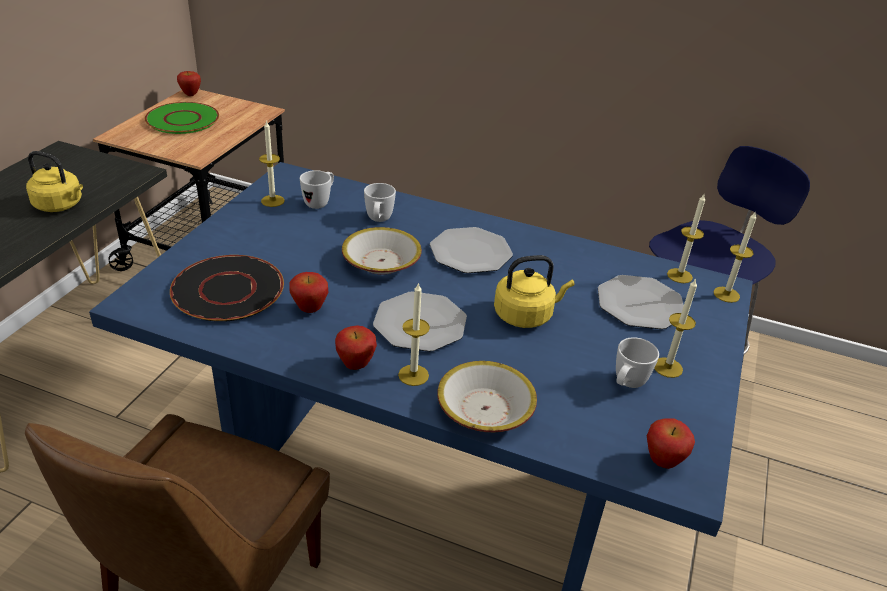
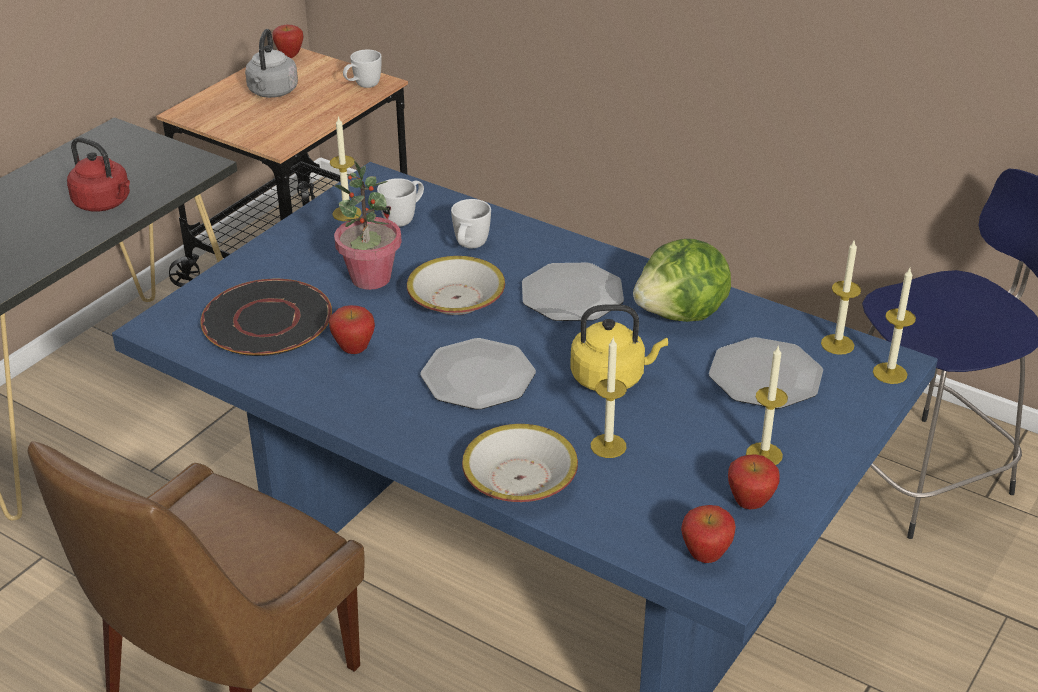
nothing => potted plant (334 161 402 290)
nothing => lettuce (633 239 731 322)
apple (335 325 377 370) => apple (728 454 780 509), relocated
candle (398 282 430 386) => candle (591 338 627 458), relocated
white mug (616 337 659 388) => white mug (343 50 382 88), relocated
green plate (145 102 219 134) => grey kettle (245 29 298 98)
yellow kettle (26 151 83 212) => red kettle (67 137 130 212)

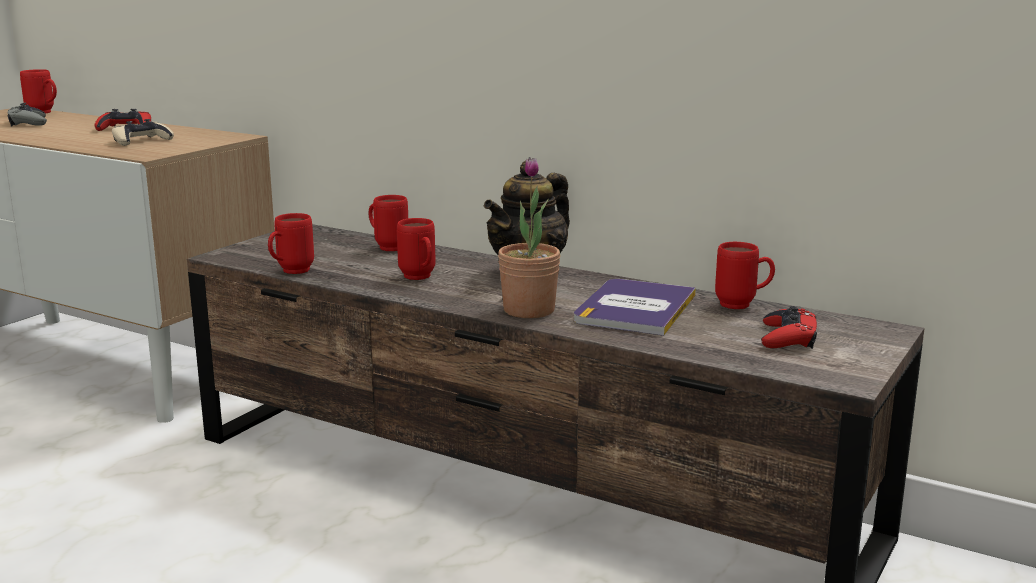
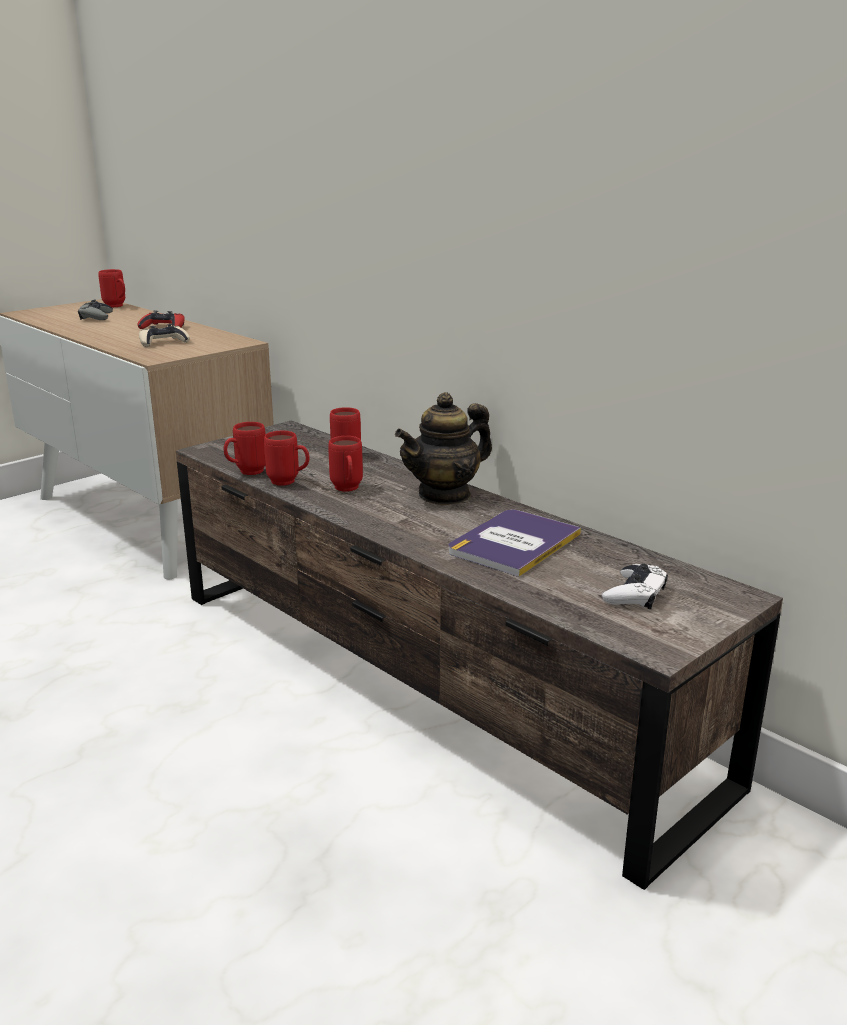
potted plant (498 157 561 318) => nothing
red mug (715 242 775 309) => red mug (264 431 309 486), relocated
red game controller (761 306 817 349) => white game controller (602 563 668 609)

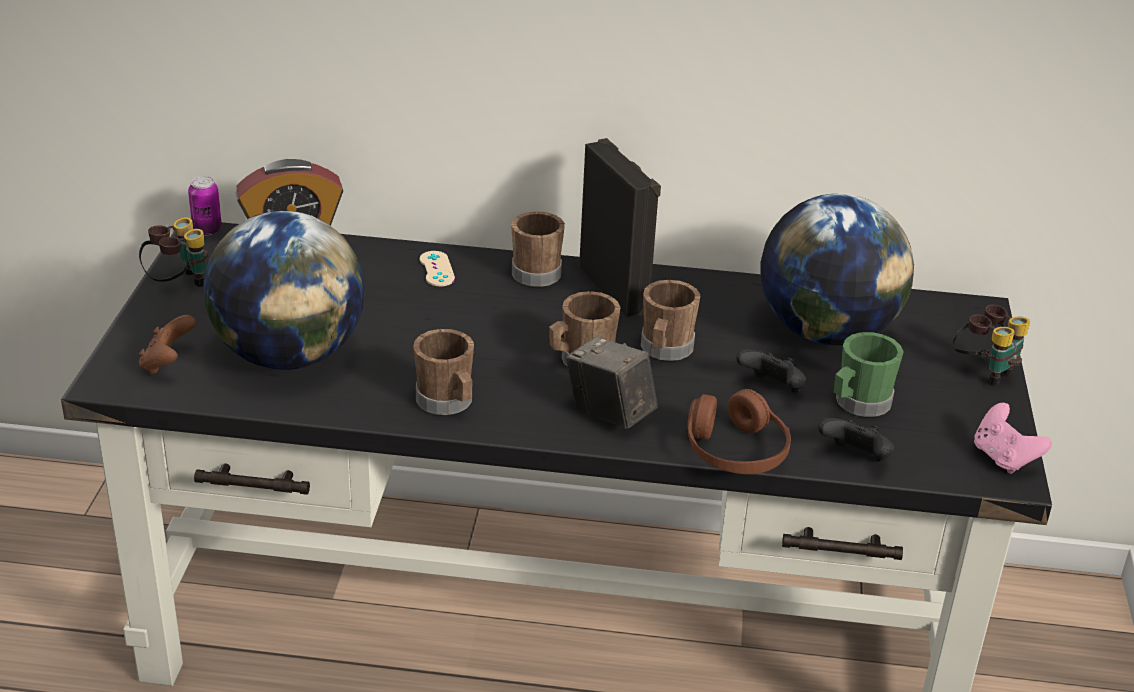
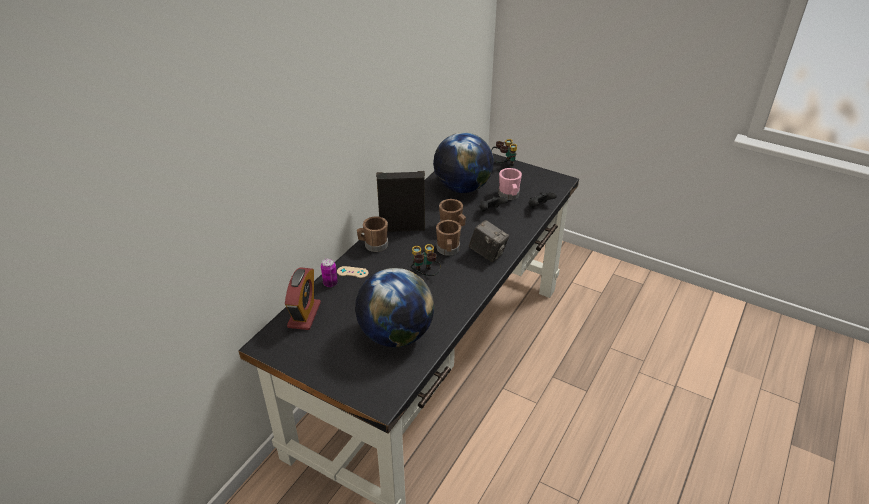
brown game controller (139 315 196 375) => nothing
brown mug (413 329 474 415) => nothing
brown headphones (687 389 791 474) => nothing
pink game controller (974 403 1052 474) => nothing
binoculars (139 217 208 287) => binoculars (410 244 441 276), relocated
can (188 176 222 236) => can (321 258 338 287), relocated
green mug (833 332 904 417) => pink mug (498 168 522 200)
photo camera (566 336 658 429) => photo camera (469 220 509 262), 120 degrees counterclockwise

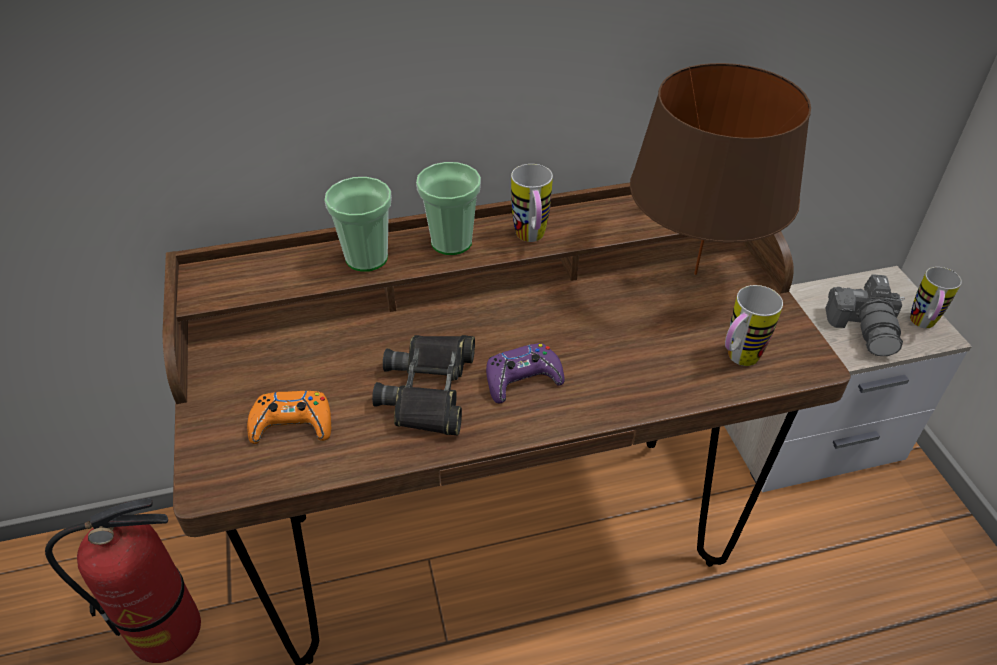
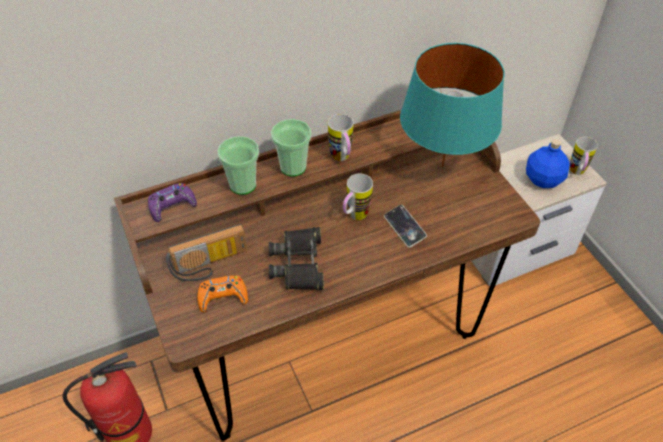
nothing => radio (166 224 247 281)
nothing => phone (384 205 427 248)
purple game controller (486 343 565 403) => purple game controller (148 183 197 222), relocated
mug (725 285 783 366) => mug (343 173 373 220), relocated
photo camera (825 274 905 356) => blue bottle (526 139 570 188)
brown table lamp (630 63 811 275) => turquoise table lamp (400 43 504 167)

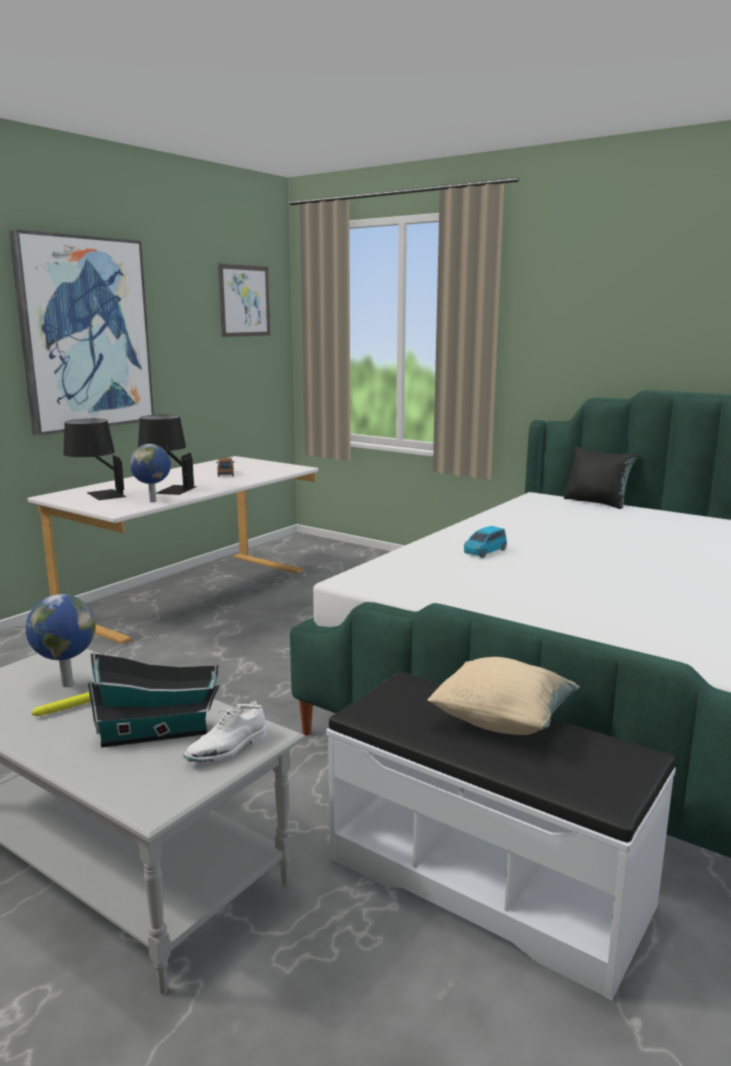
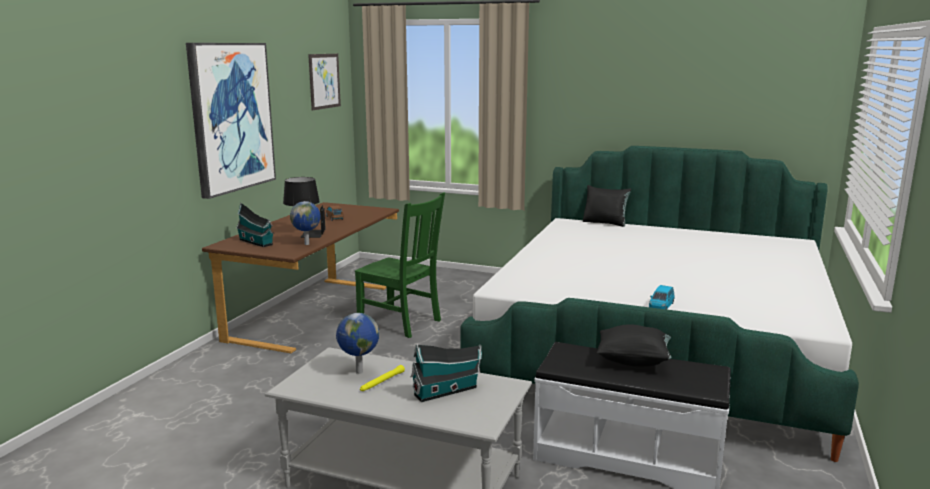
white shoe (183 701 267 762) => nothing
nothing => green chair (355 192 445 338)
blue toy car (464 526 507 558) => blue toy car (649 285 675 309), relocated
black table lamp (63 419 126 500) => toy house (236 203 275 247)
white desk (28 456 318 644) => brown desk (202 202 399 353)
beige pillow (427 657 579 735) => black pillow (597 324 672 367)

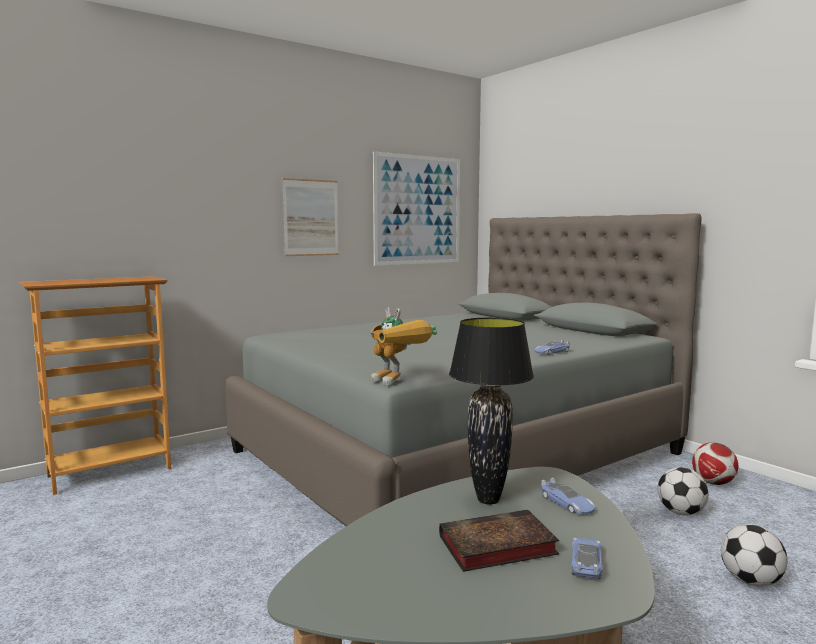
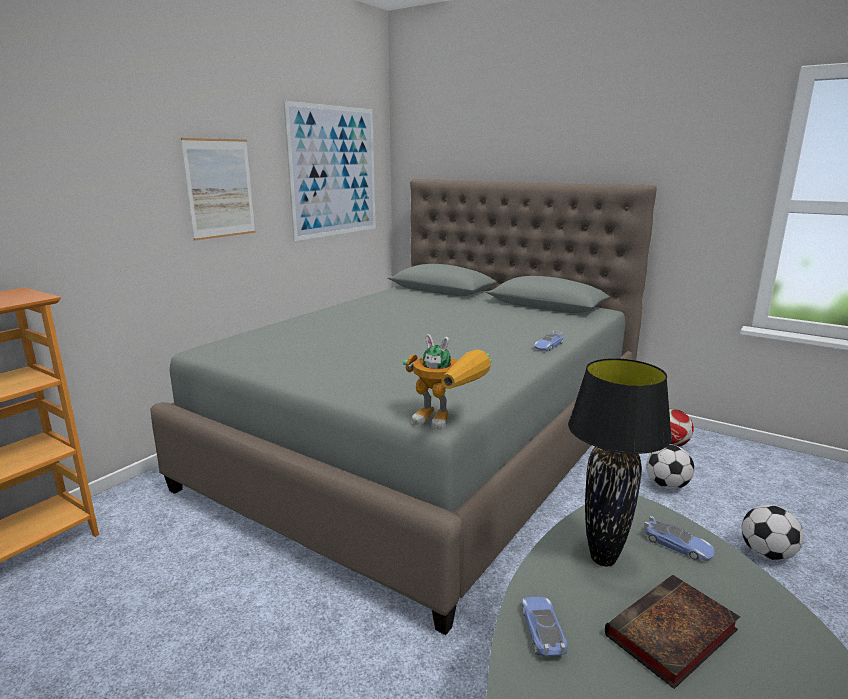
toy car (571 538 603 579) => toy car (522 597 568 656), relocated

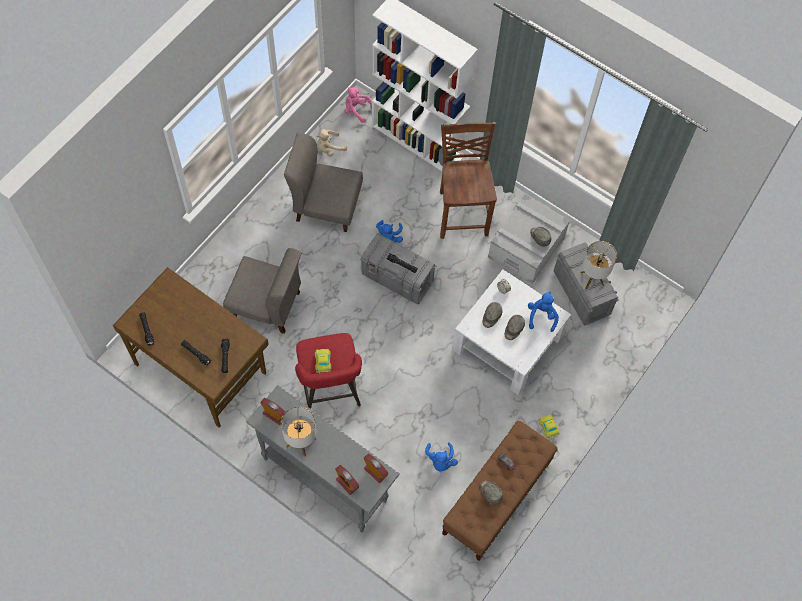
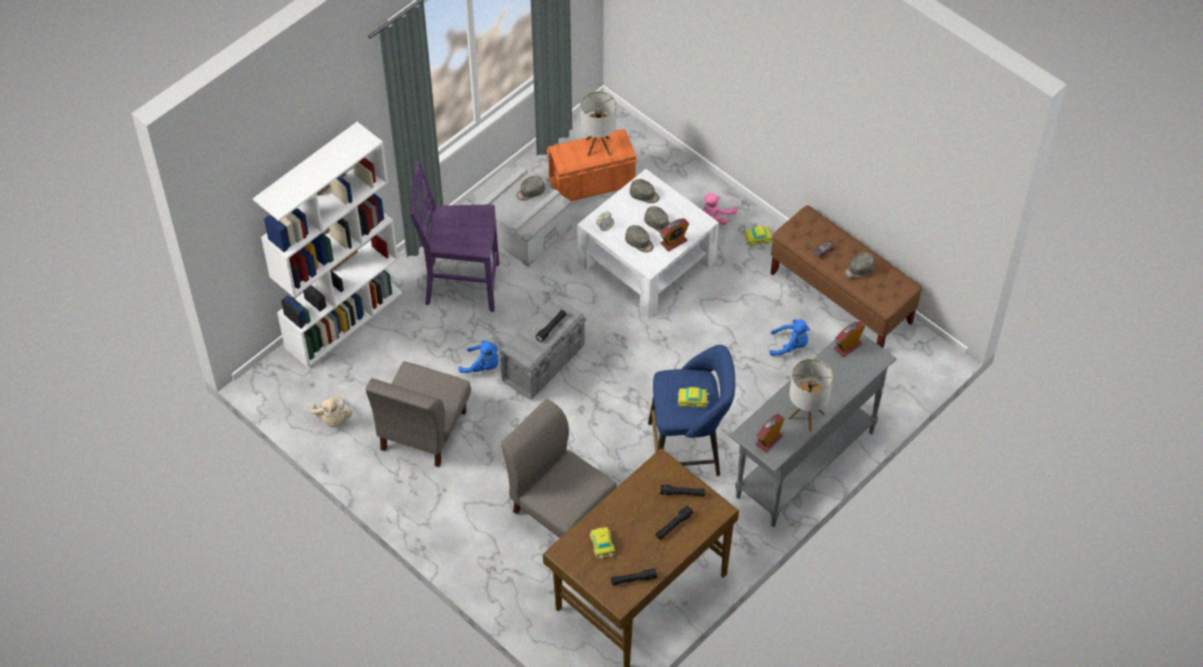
nothing => toy car (590 527 615 559)
alarm clock (335 465 359 495) => alarm clock (660 219 689 251), relocated
pink plush toy (344 87 372 123) => pink plush toy (703 193 737 225), relocated
blue plush toy (528 291 559 332) => grey cap (630 179 660 203)
red stool (295 333 362 409) => blue stool (648 345 735 476)
brown chair (440 122 497 239) => purple chair (410 161 499 312)
grey storage box (554 242 619 325) => orange storage box (546 129 638 201)
grey chair (223 248 302 334) => grey chair (501 399 617 538), 75 degrees counterclockwise

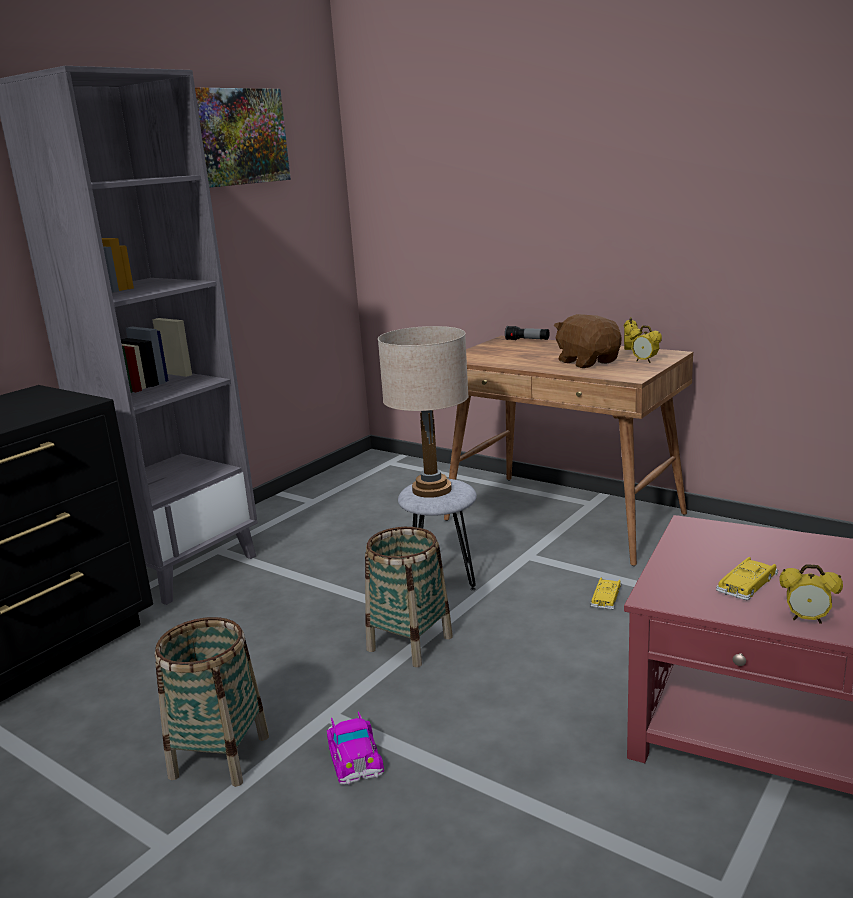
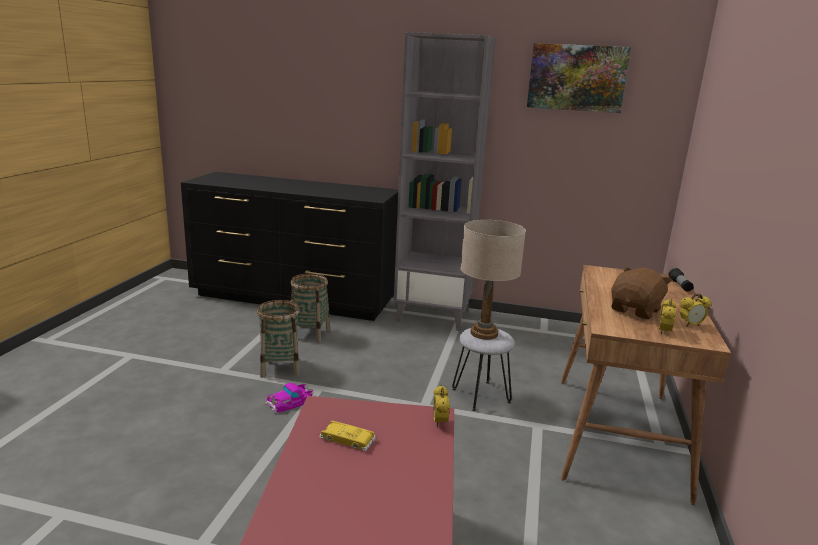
yellow toy car (590 578 622 609) => nothing
basket (365 527 453 667) => basket (291 273 330 343), relocated
alarm clock (780 564 843 624) => alarm clock (433 385 450 428), relocated

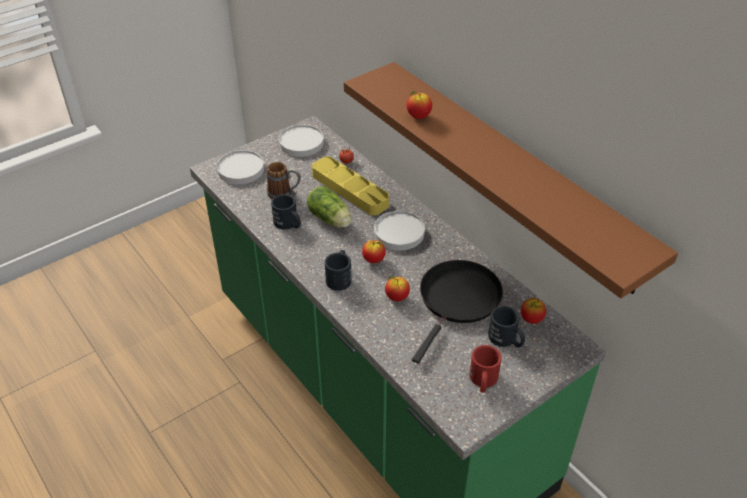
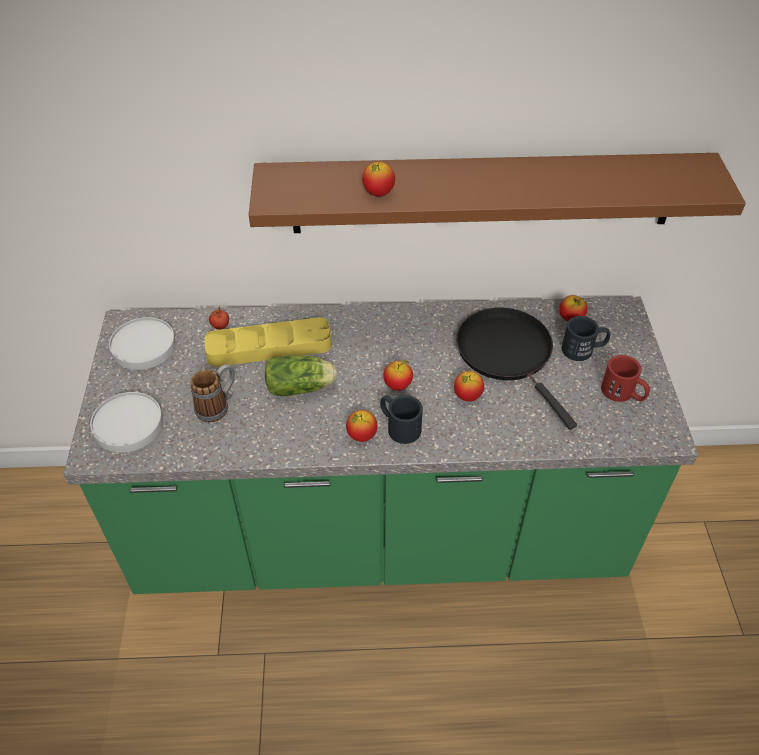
black mug (271 194 301 229) => nothing
white plate (374 211 425 250) => nothing
nothing => apple (346 410 377 442)

